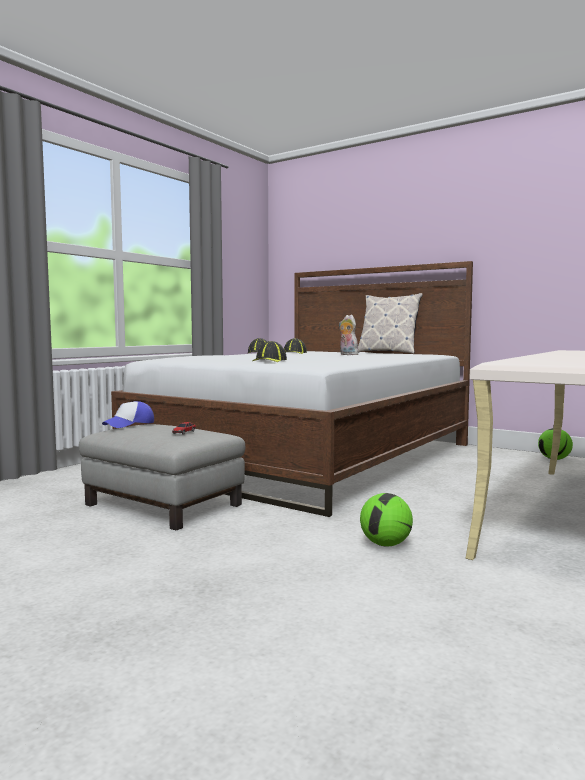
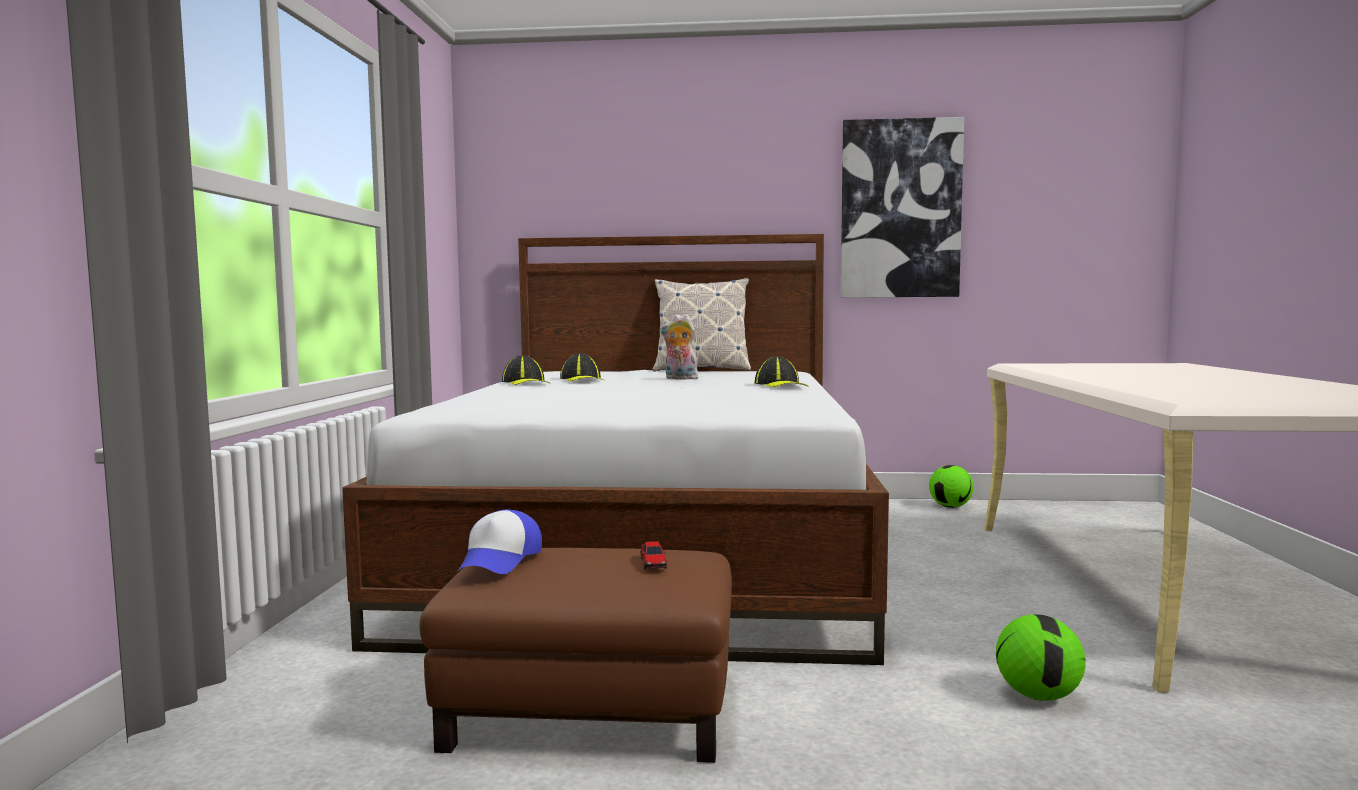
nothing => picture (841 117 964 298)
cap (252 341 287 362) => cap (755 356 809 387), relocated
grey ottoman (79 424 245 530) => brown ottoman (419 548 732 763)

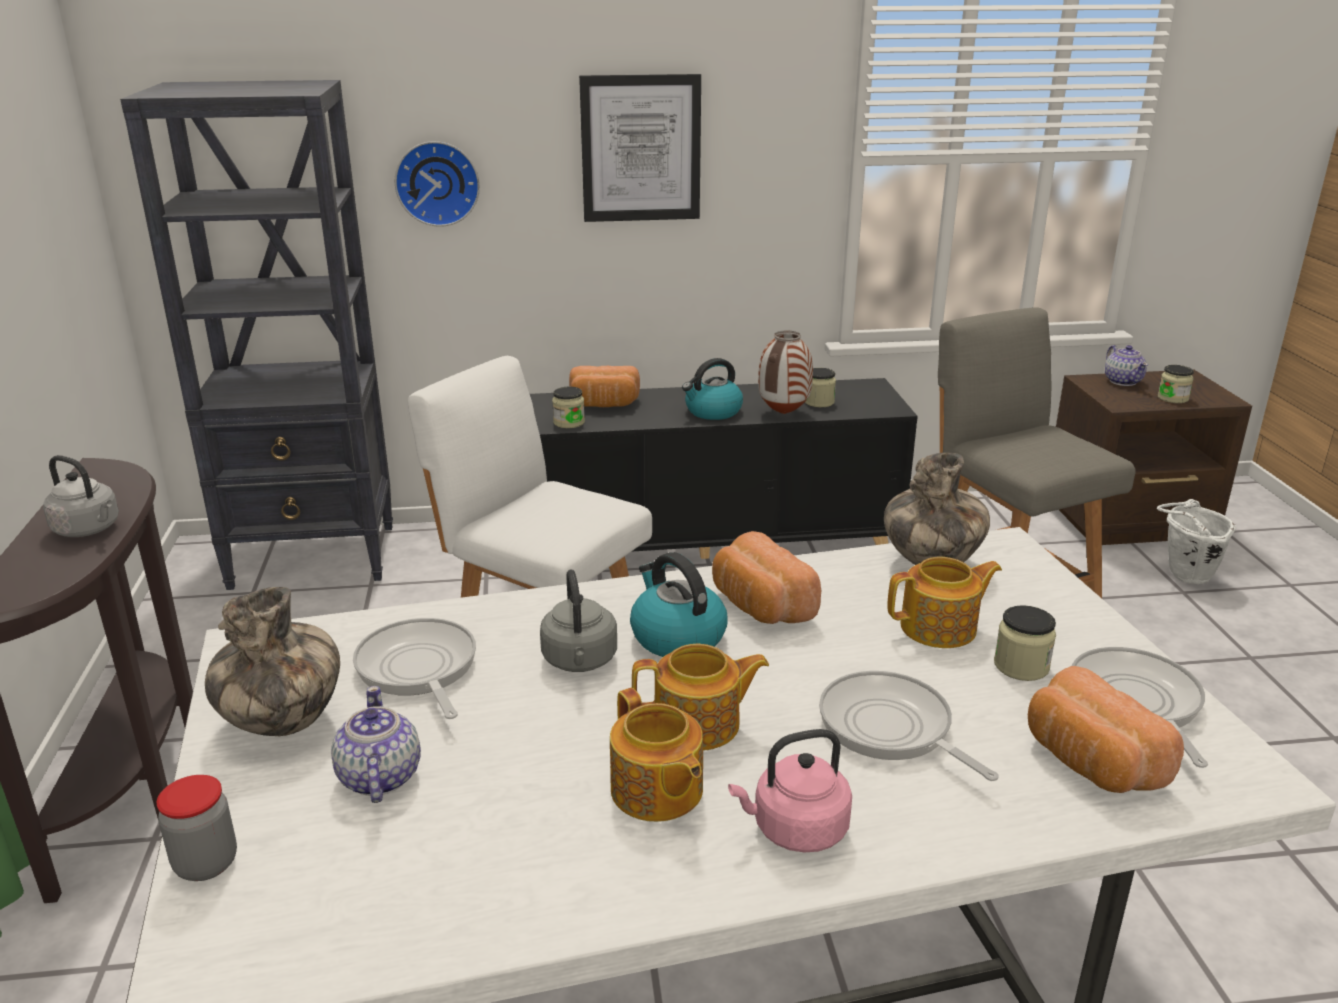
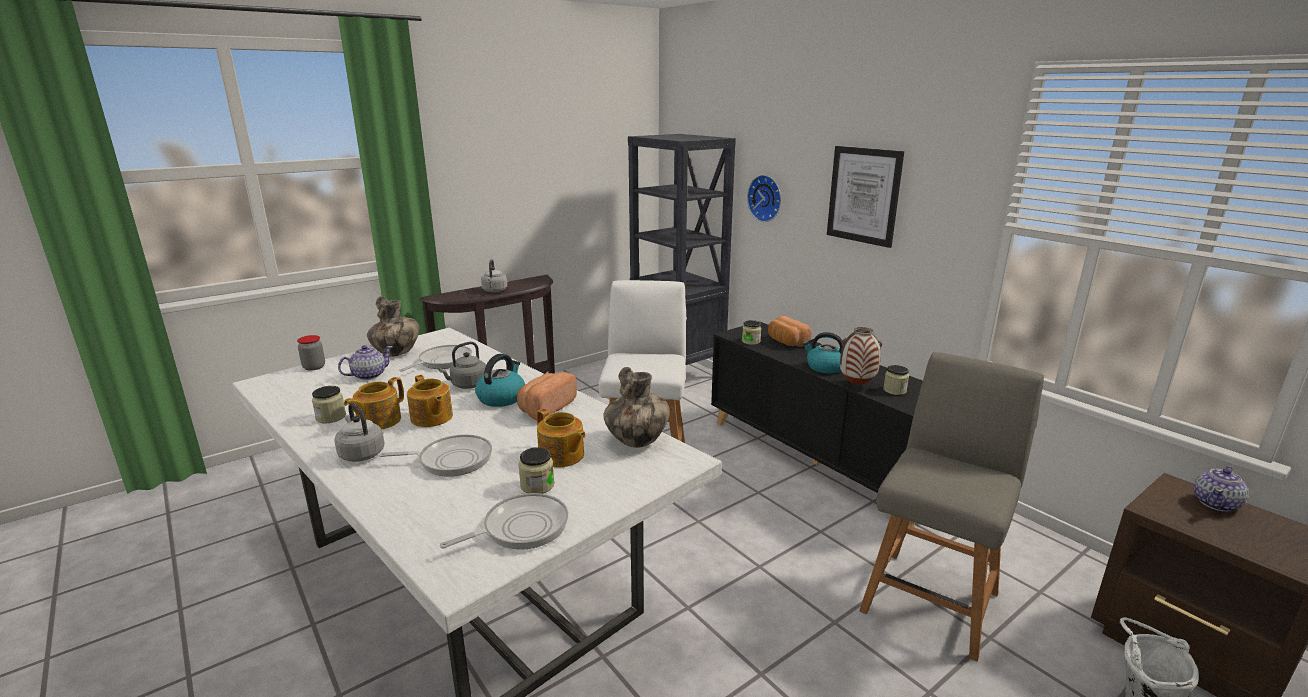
bread (1028 666 1184 793) => nothing
jar (1158 365 1194 403) => jar (312 386 346 423), relocated
pink kettle (728 729 852 853) => grey kettle (334 403 385 462)
frying pan (819 671 999 781) => frying pan (379 434 492 477), 60 degrees clockwise

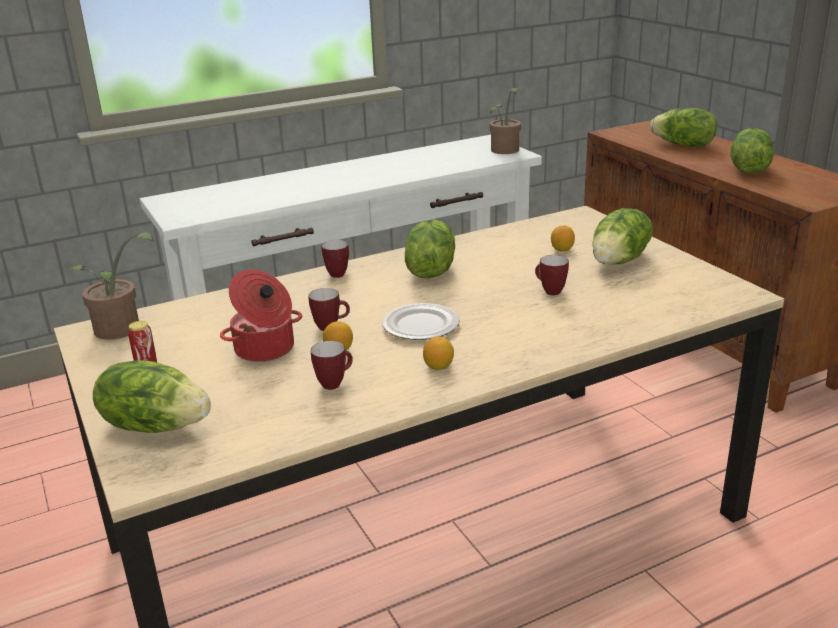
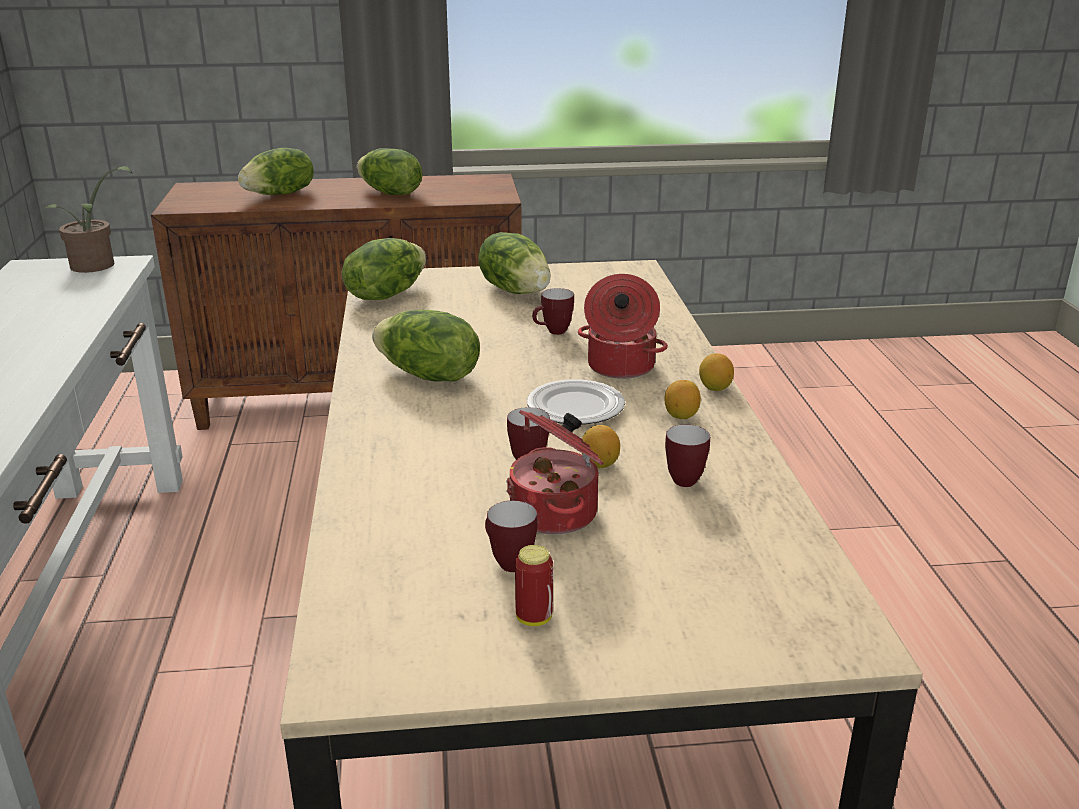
potted plant (70 232 154 340) => nothing
nothing => cooking pot (578 274 668 379)
lettuce (93 360 211 433) => lettuce (342 238 426 300), relocated
mug (321 240 349 278) => mug (485 501 538 572), relocated
lemon (551 225 575 252) => lemon (699 353 734 391), relocated

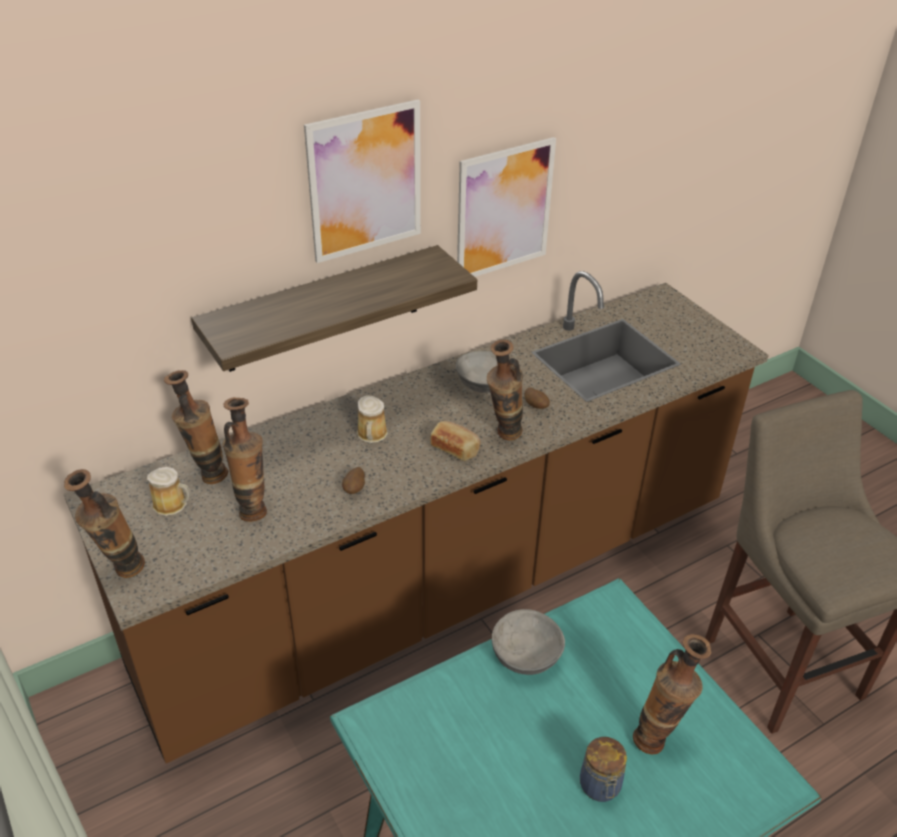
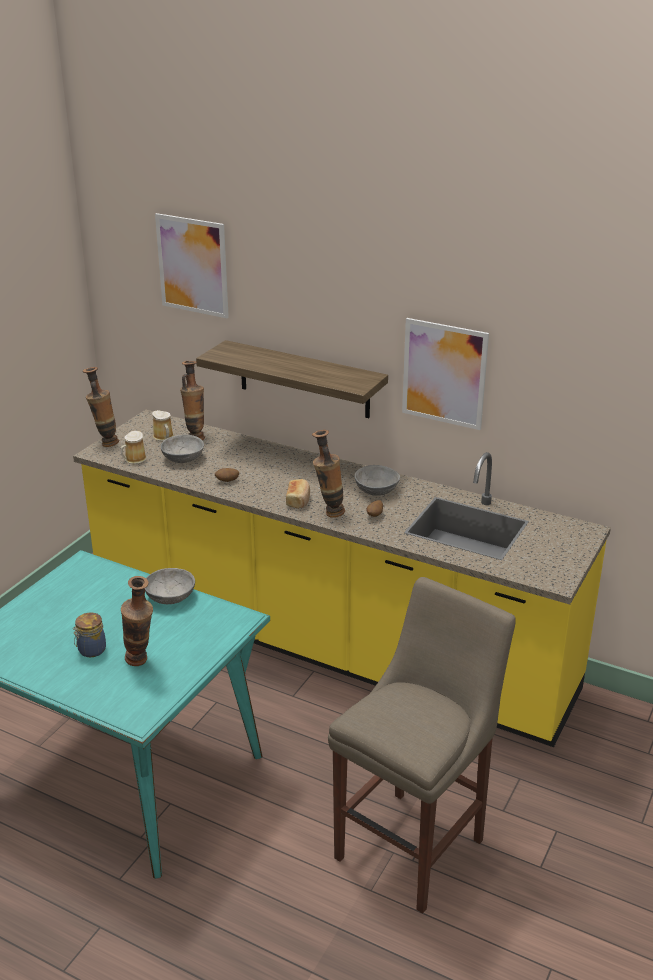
picture (304 99 421 263) => picture (155 213 229 318), relocated
mug (357 395 388 443) => mug (120 431 147 464), relocated
vase (222 397 267 522) => grey bowl (161 435 204 463)
brown counter (64 271 769 763) => yellow counter (73 410 611 747)

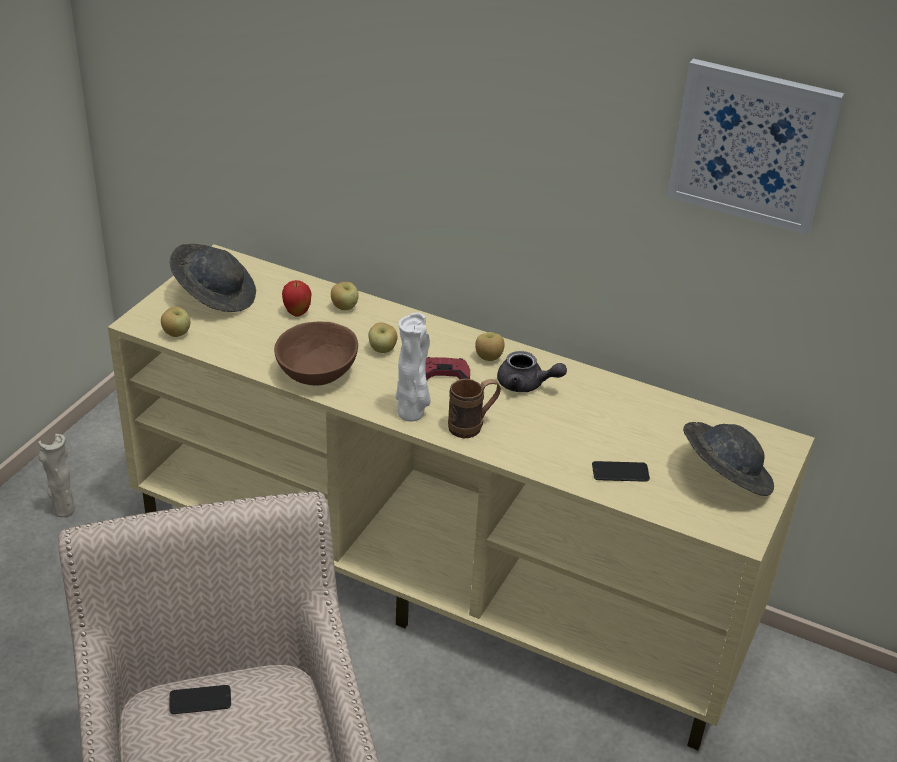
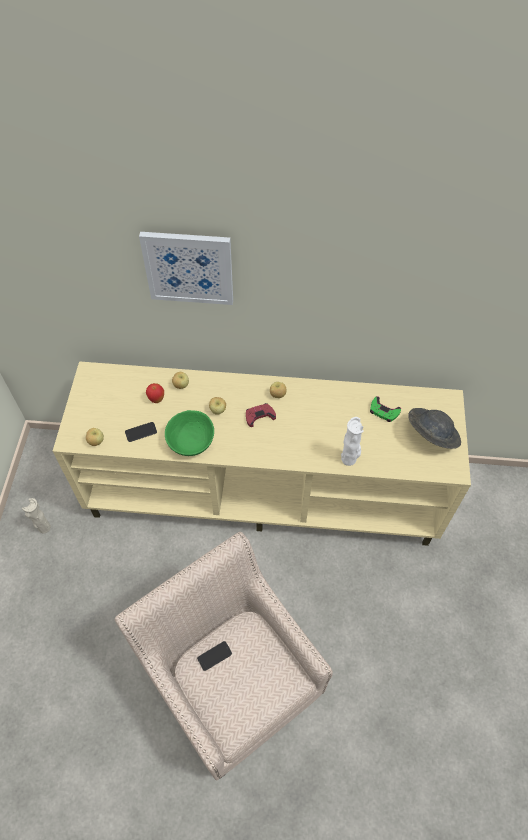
grey hat (170 244 256 312) => nothing
brown mug (448 379 501 438) => nothing
grey teapot (497 351 567 392) => nothing
nothing => green game controller (370 396 401 422)
white vase (396 312 431 422) => white vase (341 417 364 466), relocated
phone (592 461 650 482) => phone (125 422 157 442), relocated
picture (667 59 844 235) => picture (139 232 233 305), relocated
brown bowl (274 322 358 386) => green bowl (165 410 214 456)

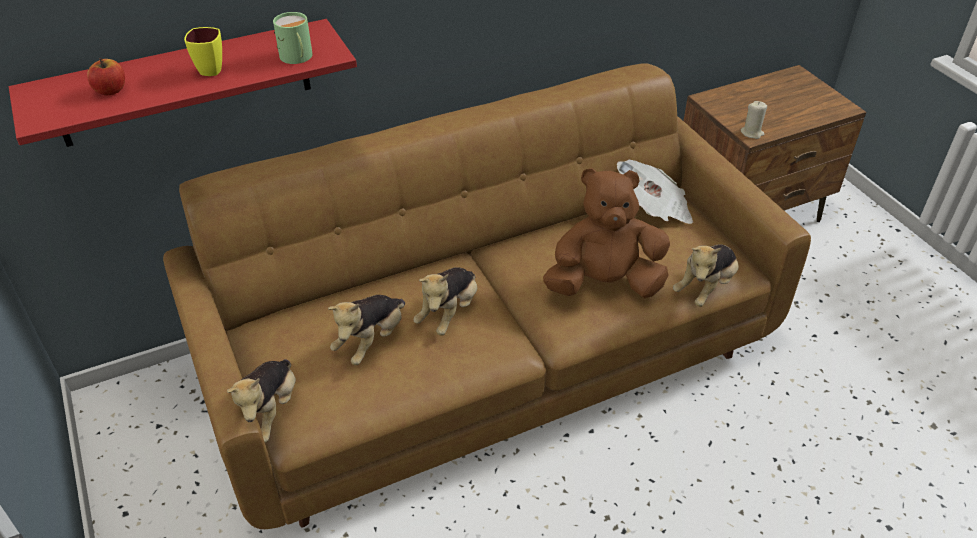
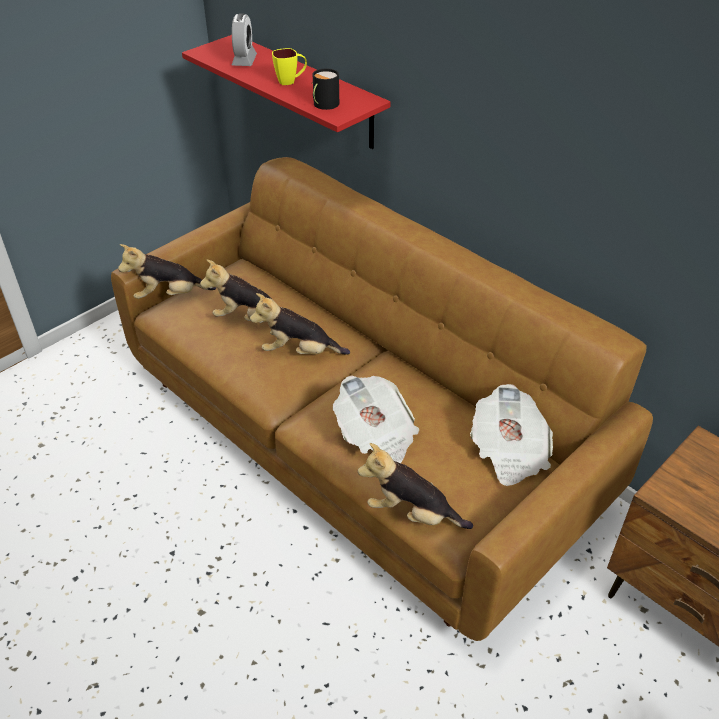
beige candle (741 101 767 139) => nothing
apple (87 58 125 95) => alarm clock (232 13 257 66)
brown plush toy (543 168 670 298) => newspaper (333 375 419 463)
green mug (273 12 313 64) => black mug (312 69 339 110)

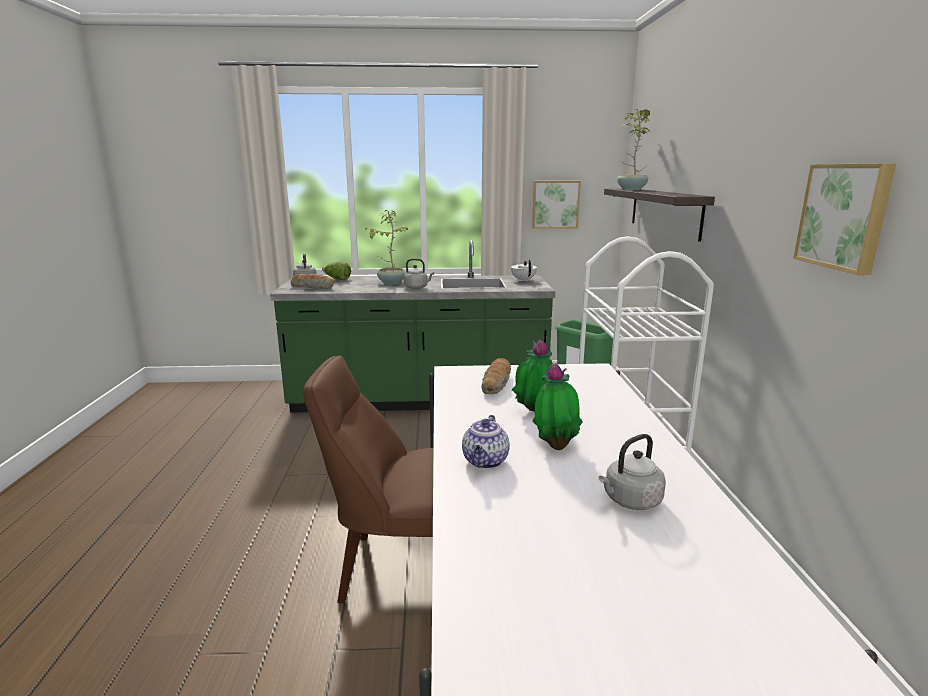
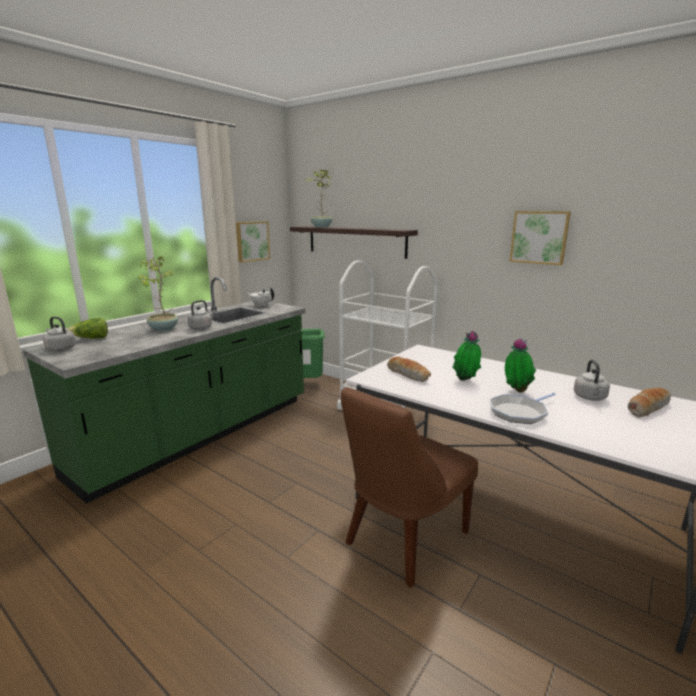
bread (291 273 335 289) => bread (628 388 671 417), relocated
teapot (462 415 510 469) => frying pan (490 393 556 424)

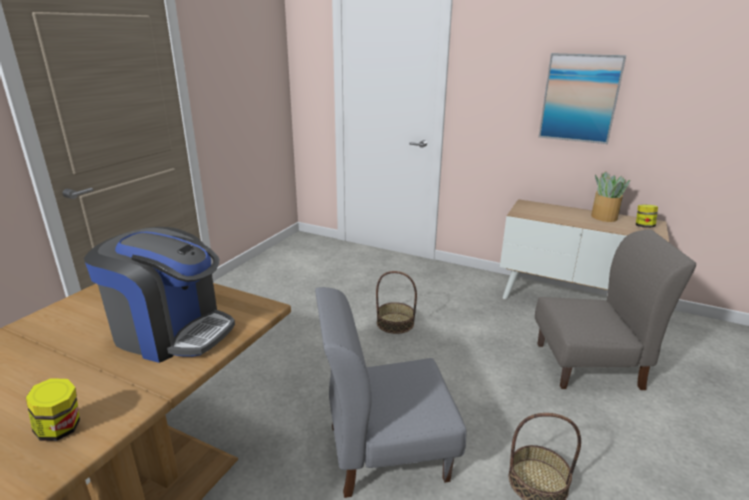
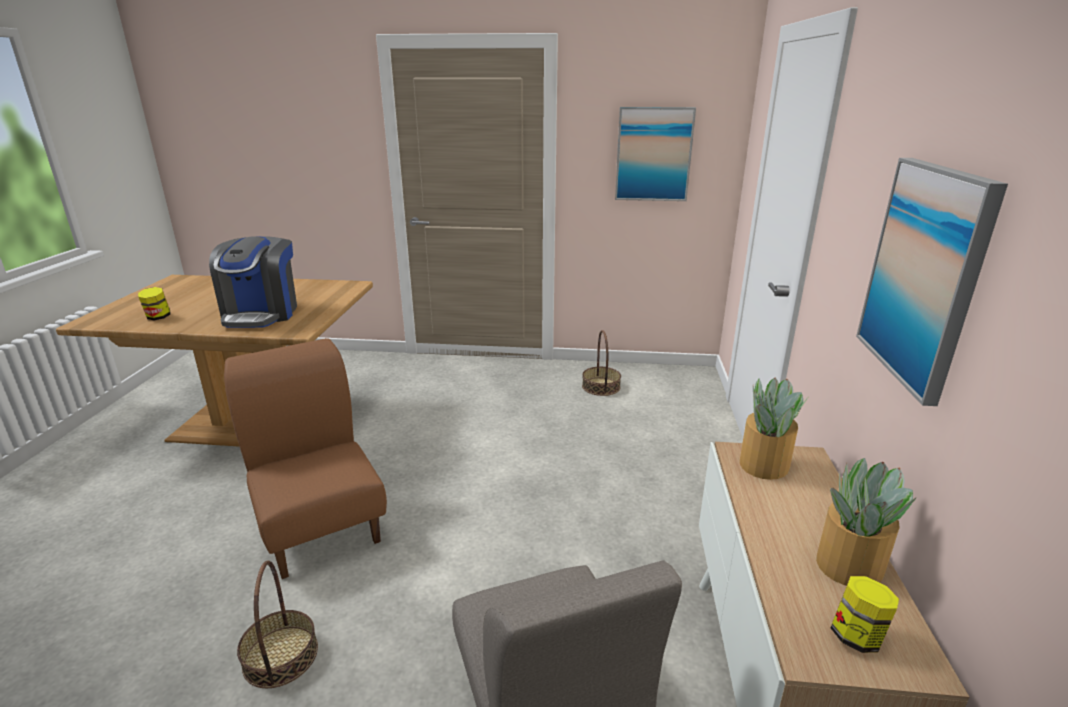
nothing => picture (615 107 696 201)
nothing => potted plant (740 377 808 480)
basket (376 271 417 334) => basket (582 330 621 396), relocated
grey chair (315 287 467 498) => brown chair (224 338 387 579)

